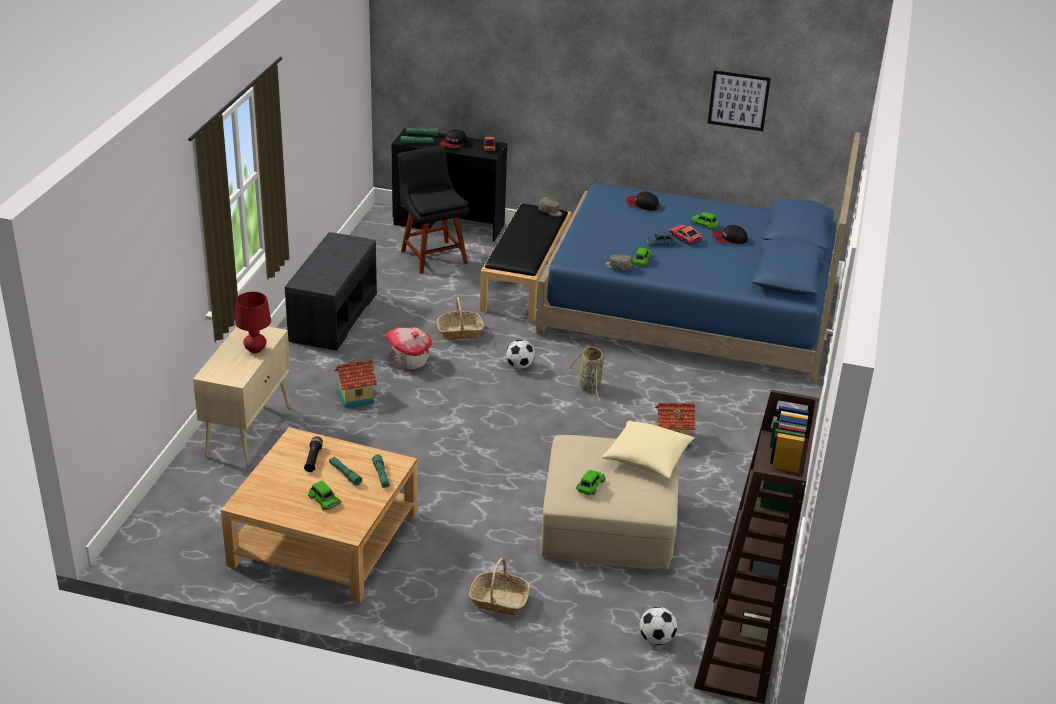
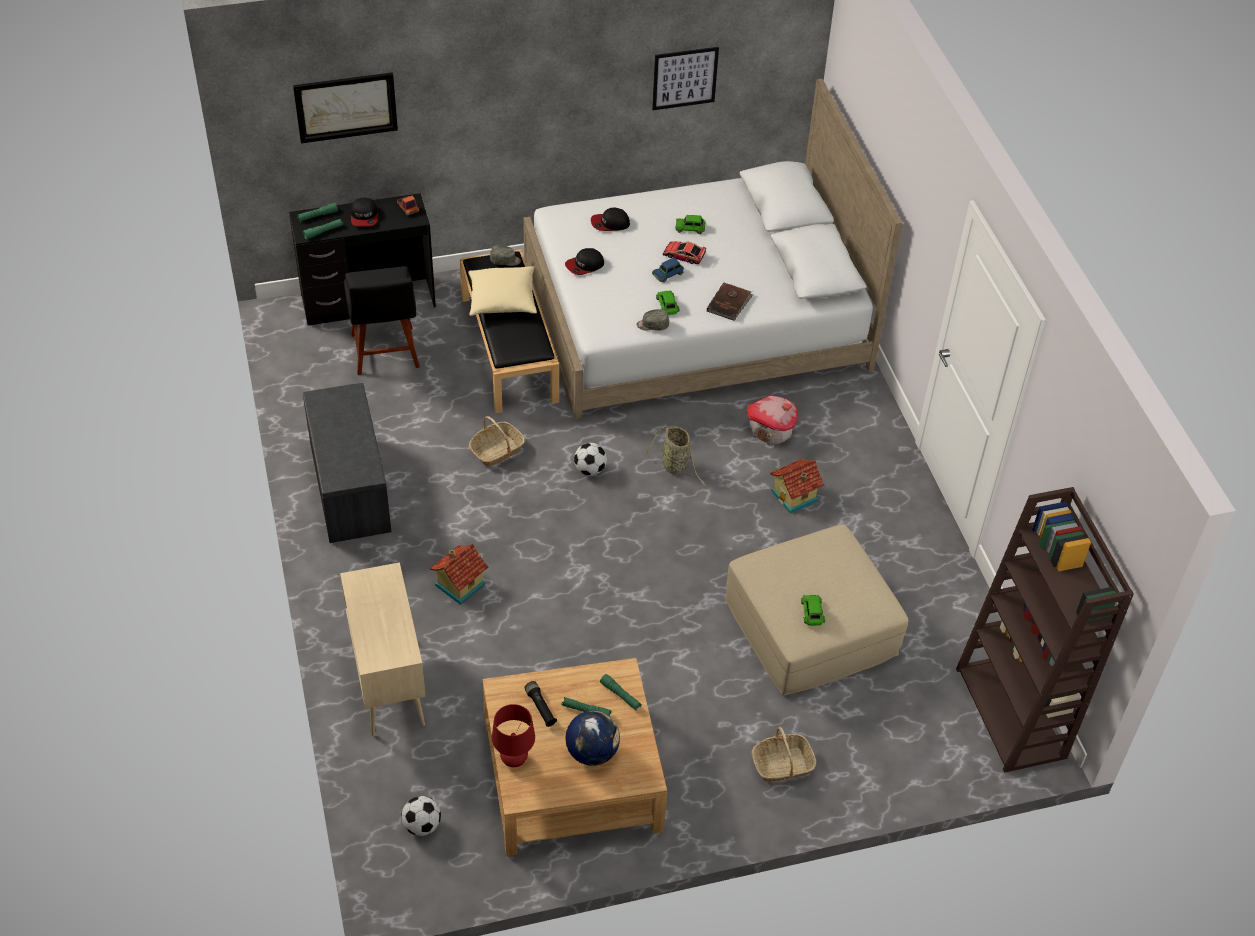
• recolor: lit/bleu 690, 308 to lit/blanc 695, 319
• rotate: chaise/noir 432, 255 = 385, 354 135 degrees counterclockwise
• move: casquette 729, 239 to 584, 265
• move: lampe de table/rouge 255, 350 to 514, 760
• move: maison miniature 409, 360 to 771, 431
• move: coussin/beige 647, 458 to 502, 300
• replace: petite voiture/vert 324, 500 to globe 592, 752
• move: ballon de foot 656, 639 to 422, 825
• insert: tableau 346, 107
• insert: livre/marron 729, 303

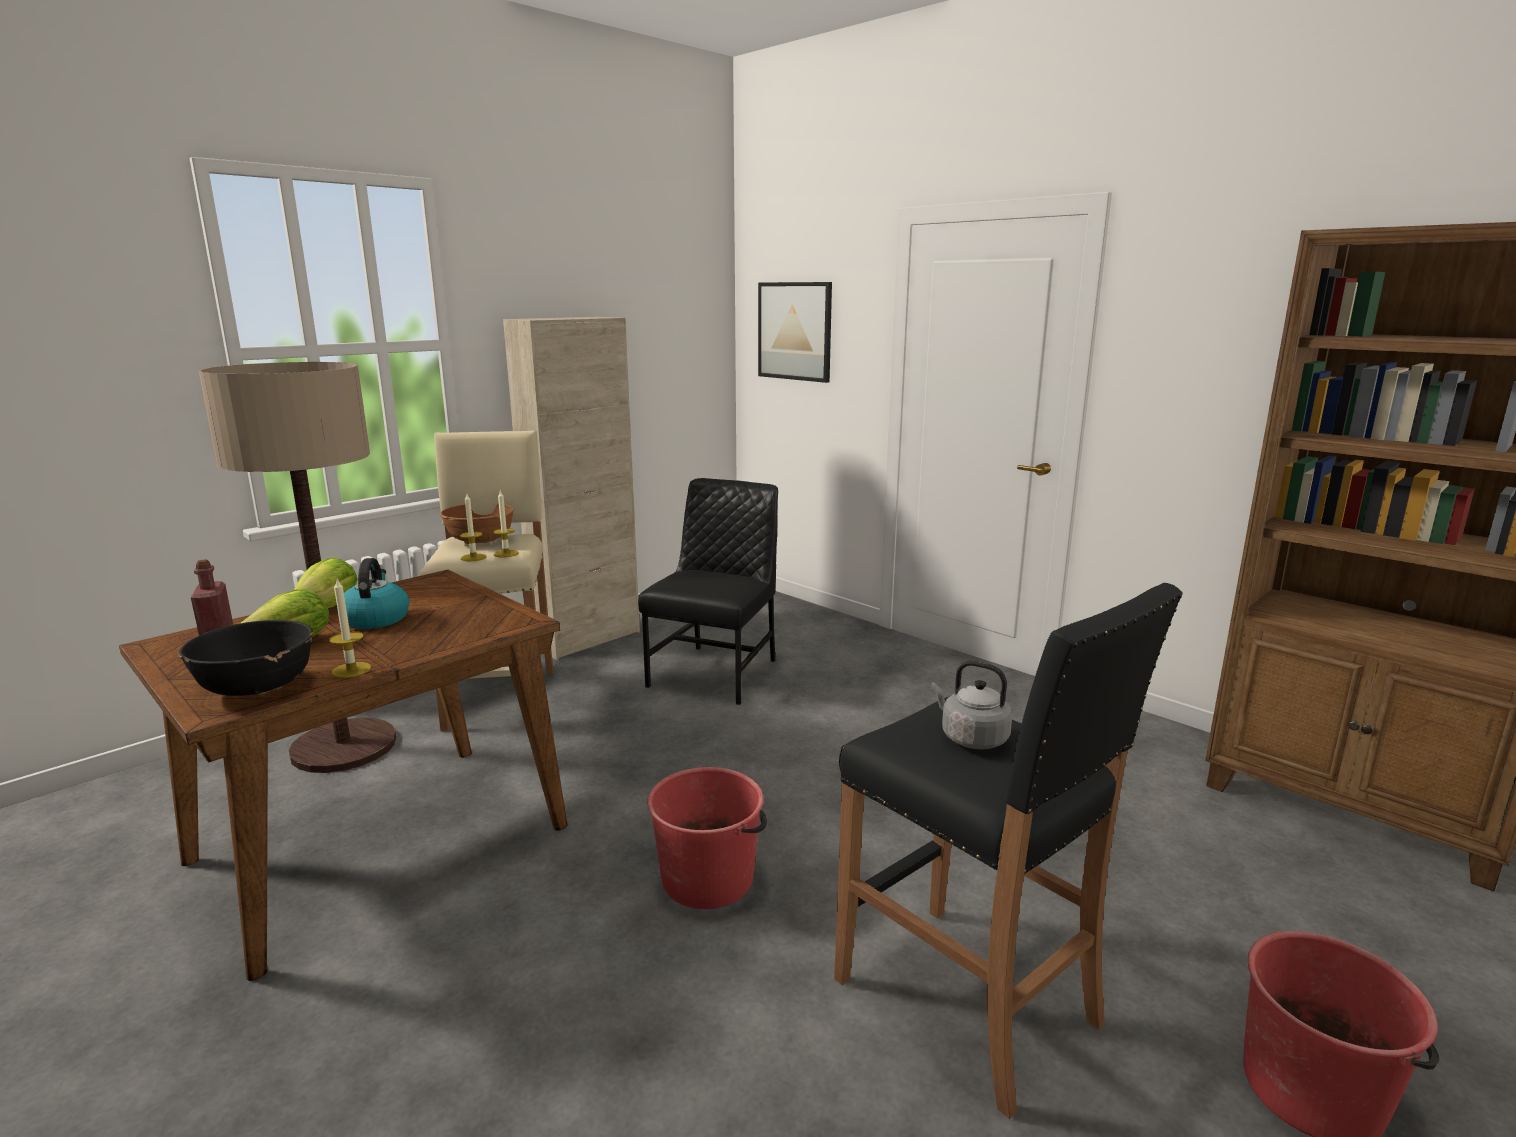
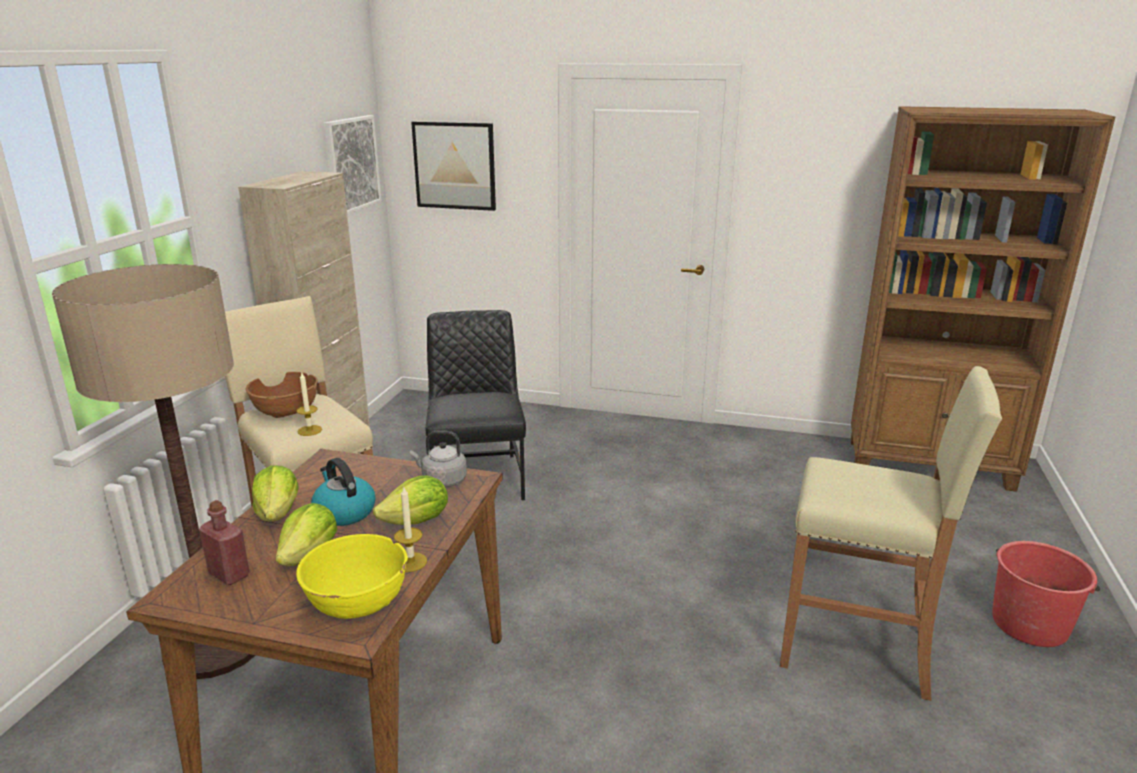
• delete: bougie 506, 553
• recolor: tabouret/noir 968, 1002 to tabouret/beige 857, 648
• recolor: bol/noir 257, 687 to bol/jaune 357, 602
• move: bouilloire/gris 970, 738 to 442, 480
• delete: seau/rouge 709, 879
• insert: tableau 351, 164
• insert: laitue 417, 521

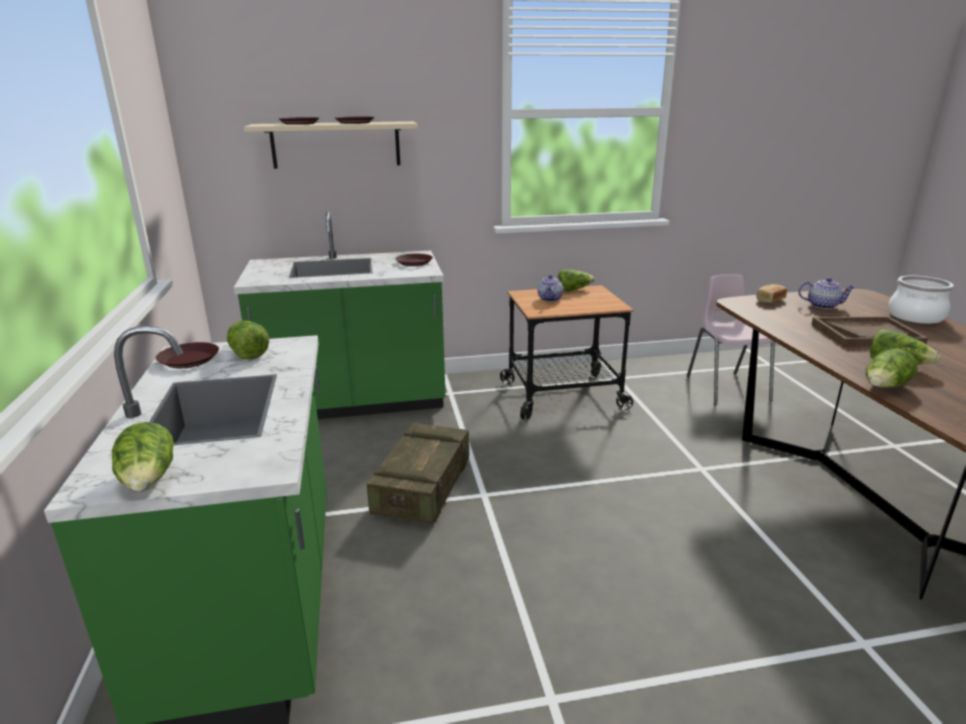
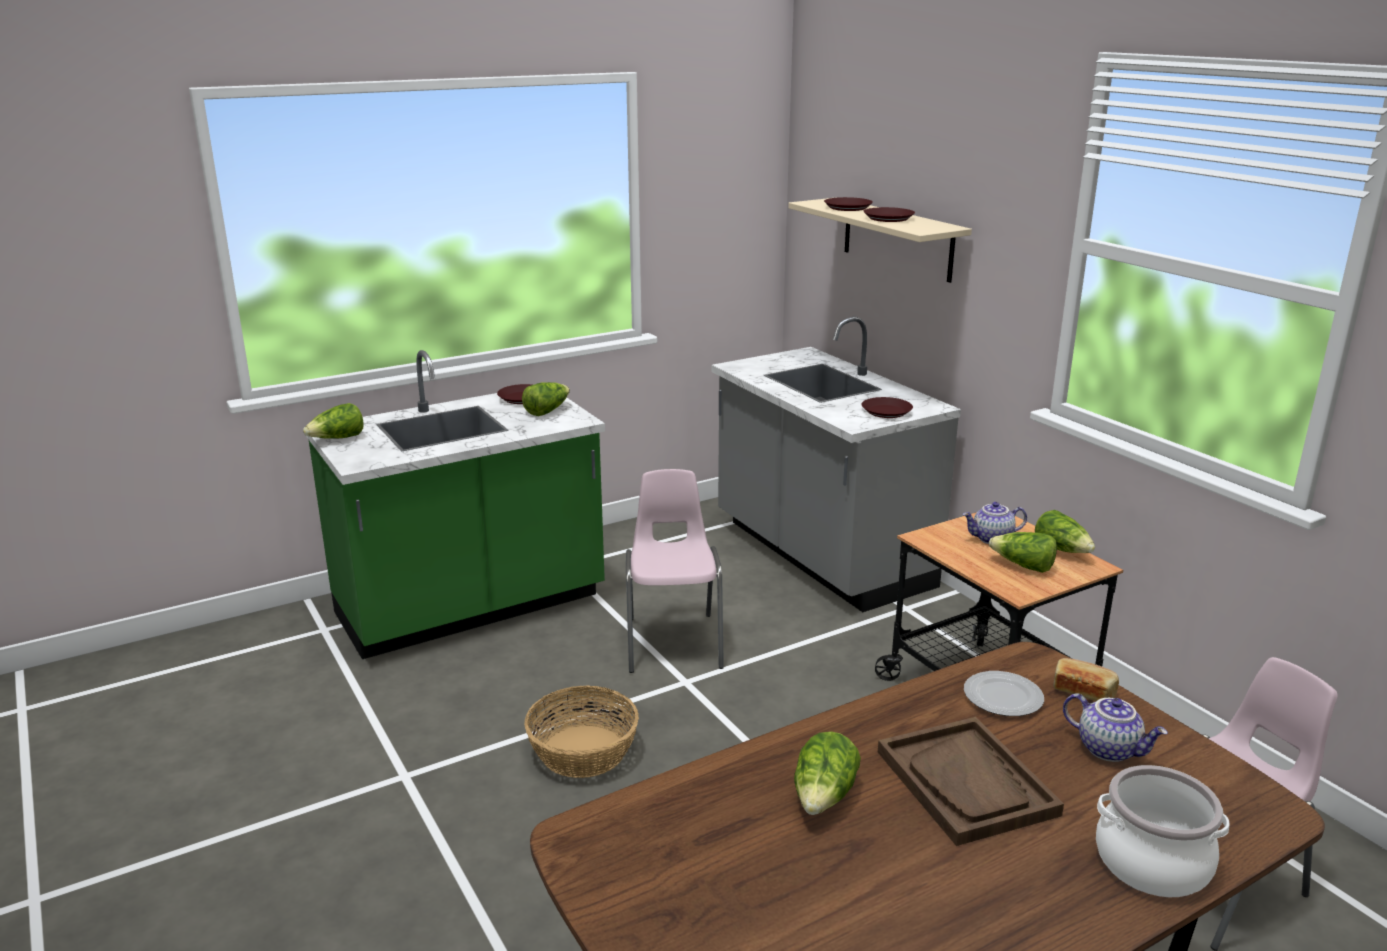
• recolor: comptoir de cuisine/vert 355, 403 to comptoir de cuisine/gris 820, 555
• rotate: théière 823, 306 = 1109, 749 45 degrees counterclockwise
• move: laitue 885, 387 to 1023, 566
• replace: caisse 423, 489 to chaise/rose 673, 642
• insert: assiette 1003, 697
• insert: panier 582, 752

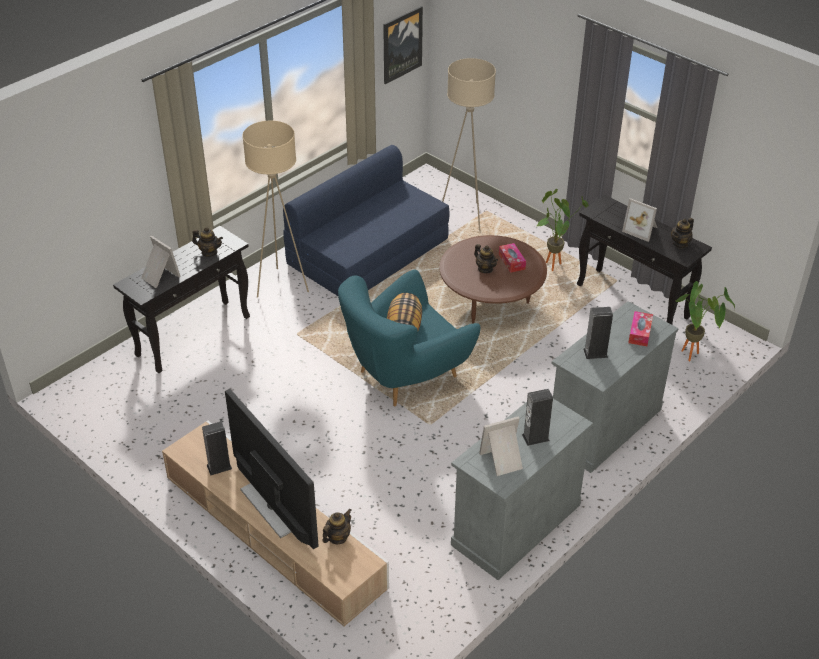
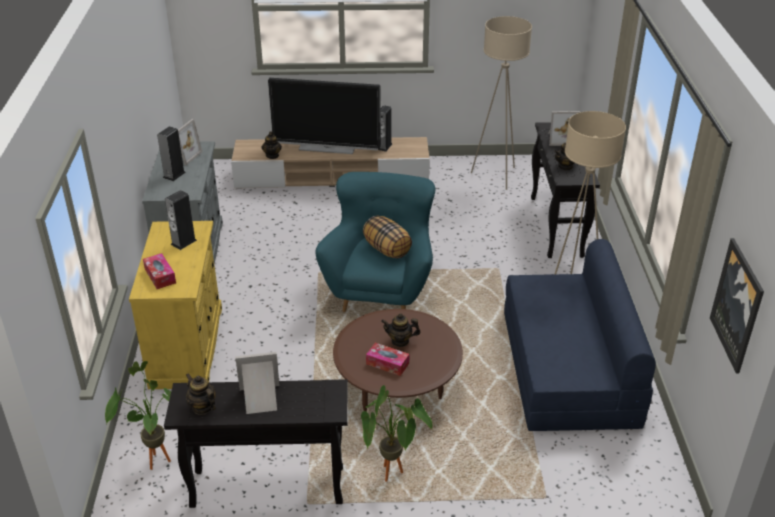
• move: lampadaire/beige 465, 217 to 496, 176
• rotate: théière 680, 244 = 202, 407 45 degrees counterclockwise
• recolor: meuble de rangement/gris 603, 426 to meuble de rangement/jaune 187, 346

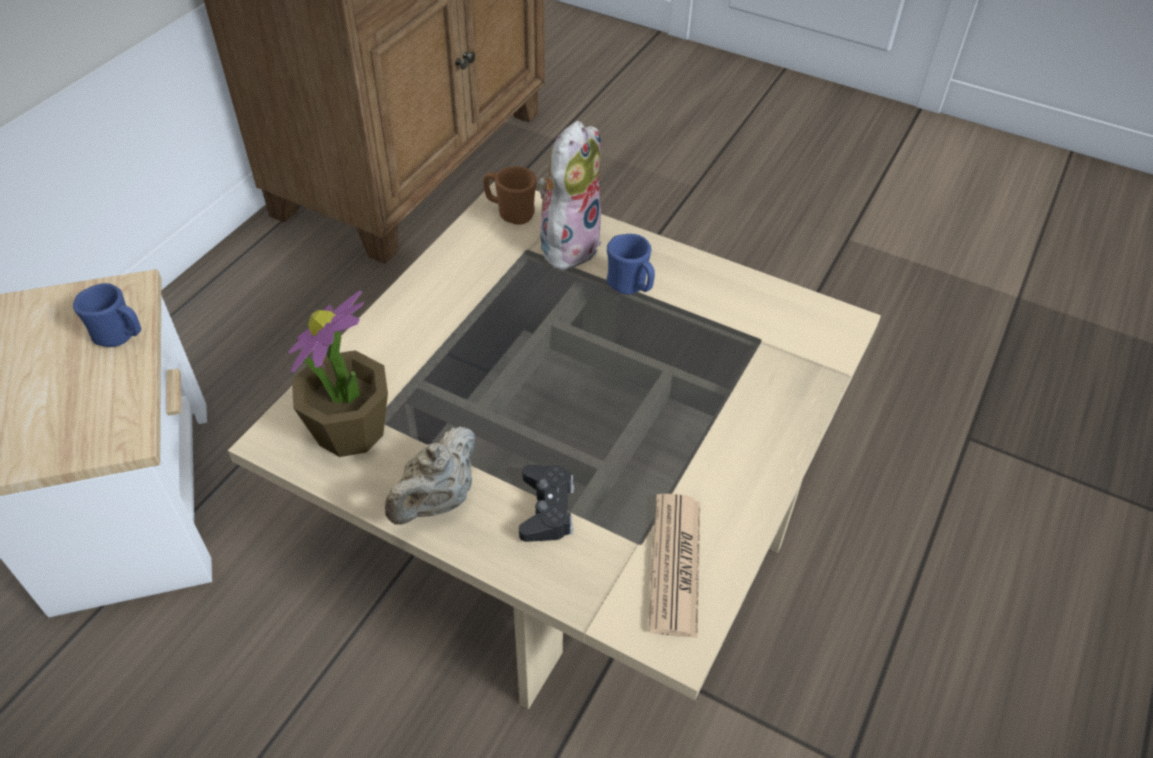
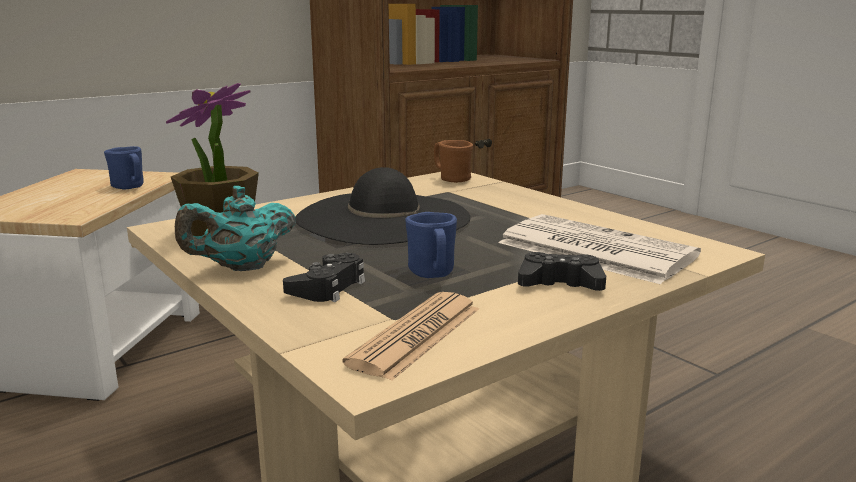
• delete: peluche 568, 244
• move: mug/bleu 630, 286 to 433, 274
• recolor: théière/beige 437, 500 to théière/turquoise 242, 268
• insert: chapeau/noir 383, 217
• insert: journal 592, 249
• insert: manette/noir 560, 283

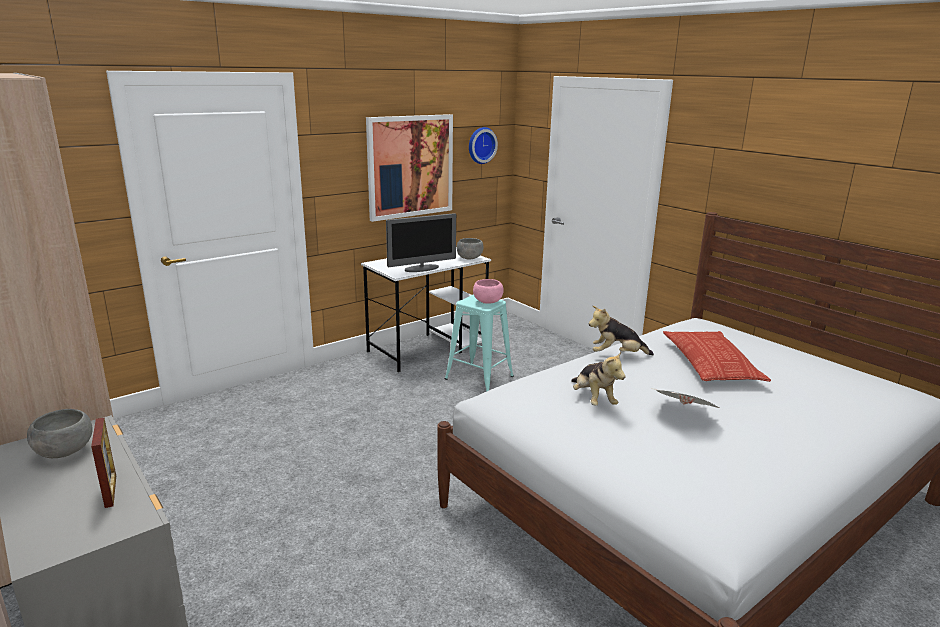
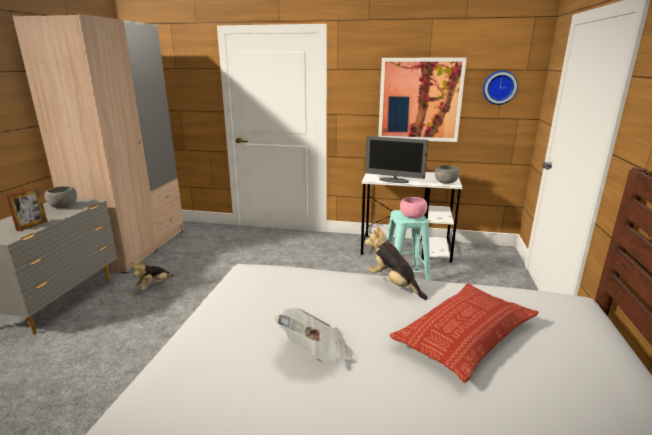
• move: peluche 593, 399 to 153, 286

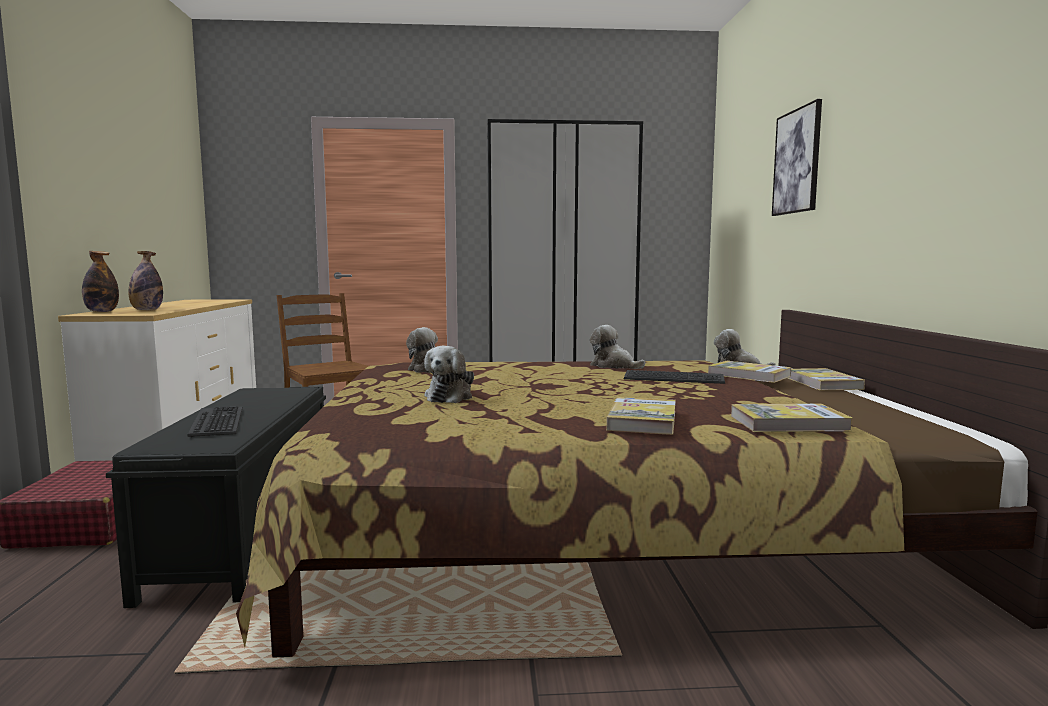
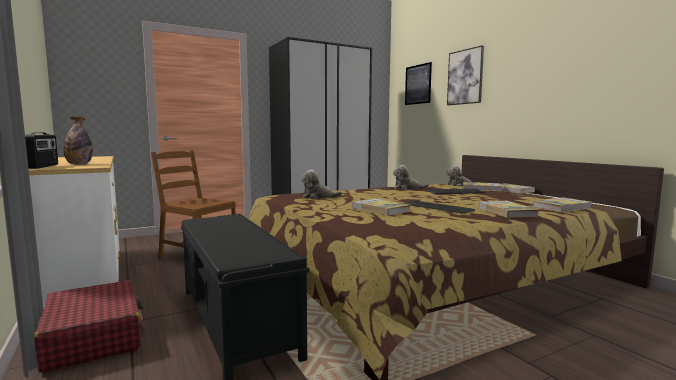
• replace: bouteille 102, 311 to radio 43, 166
• replace: peluche 450, 396 to livre 380, 209
• move: clavier 218, 422 to 437, 207
• insert: tableau 418, 84

